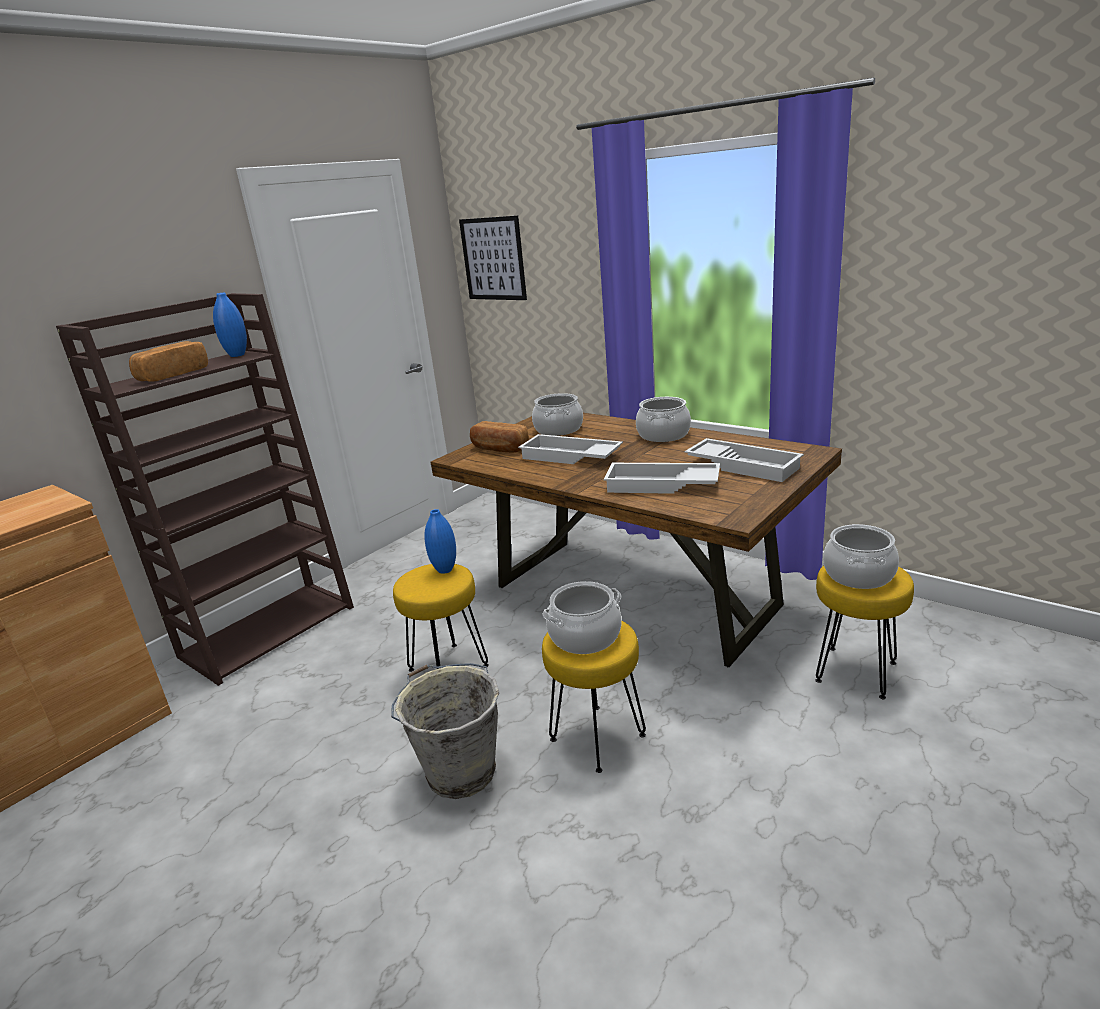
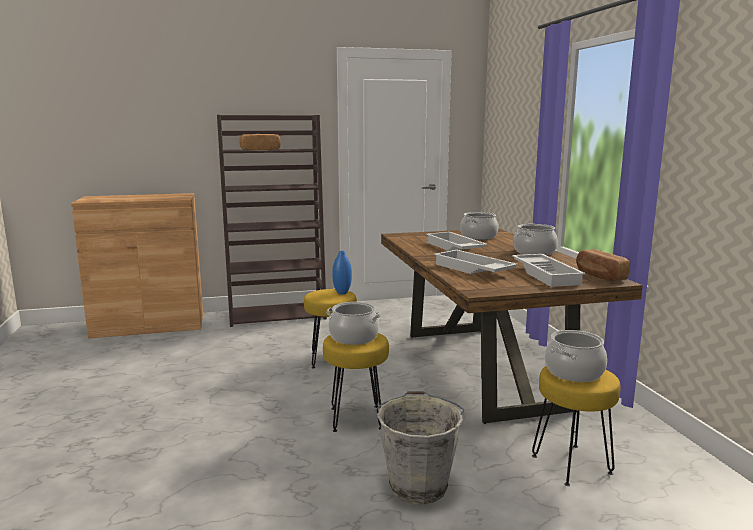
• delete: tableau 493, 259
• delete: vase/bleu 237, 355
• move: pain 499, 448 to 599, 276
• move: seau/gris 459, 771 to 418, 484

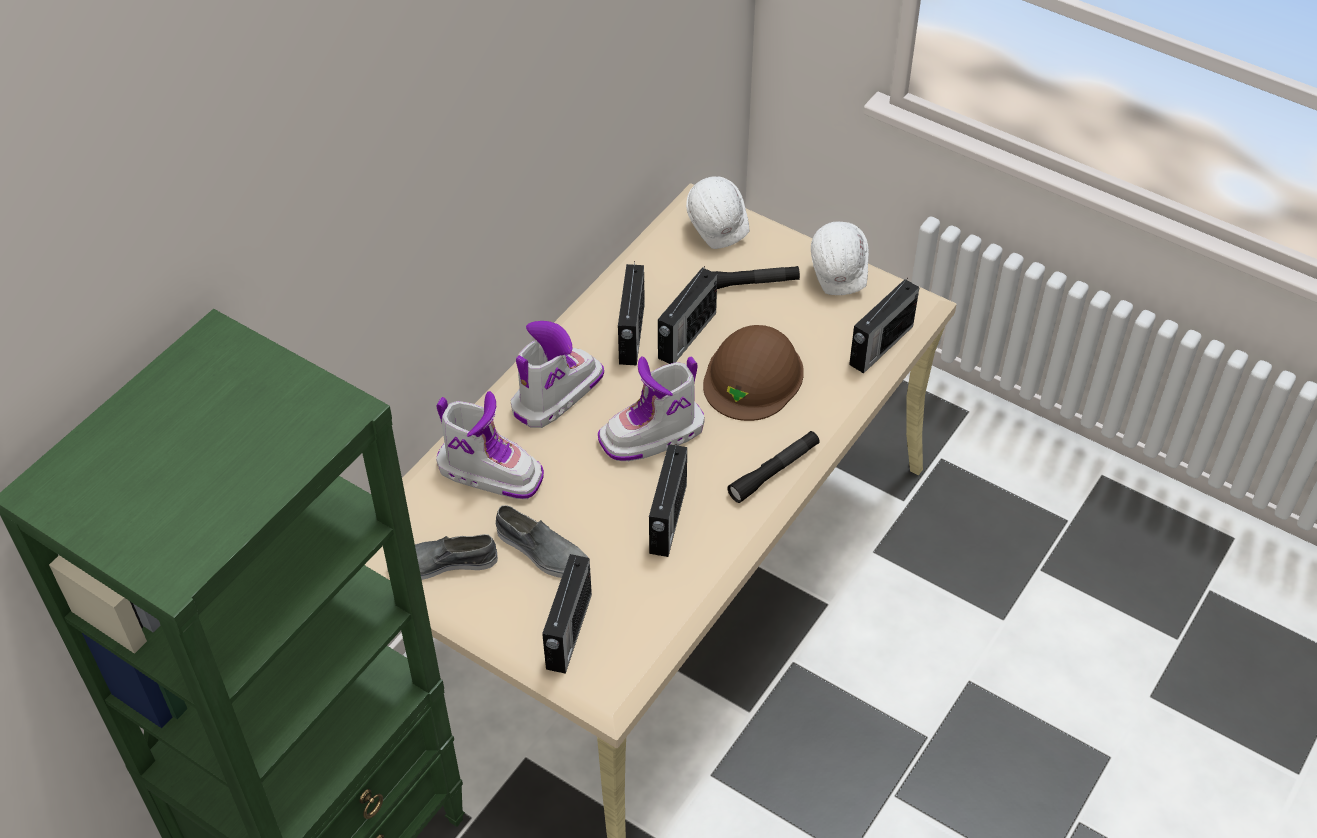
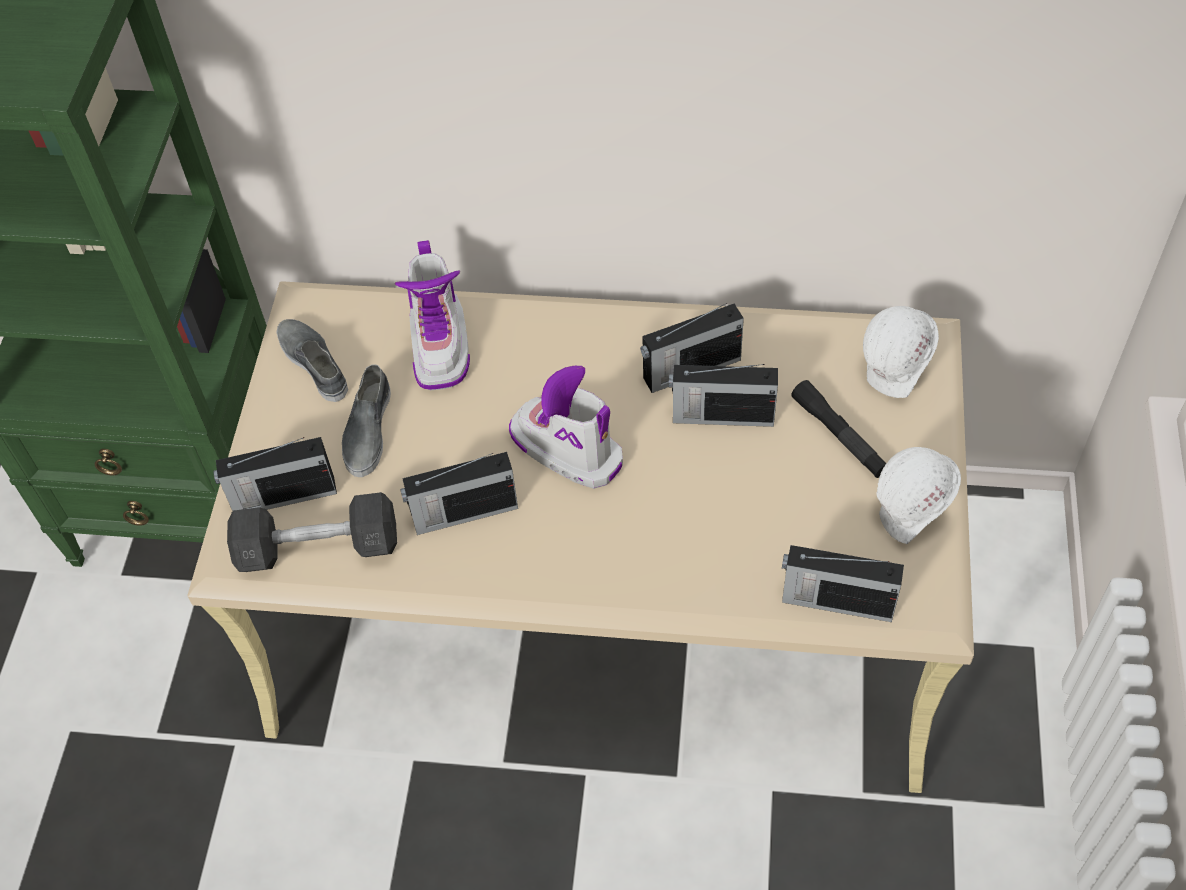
• delete: botte 556, 394
• delete: casque de chantier/marron 753, 376
• delete: lampe de poche/noir 774, 471
• insert: haltère/gris 318, 548

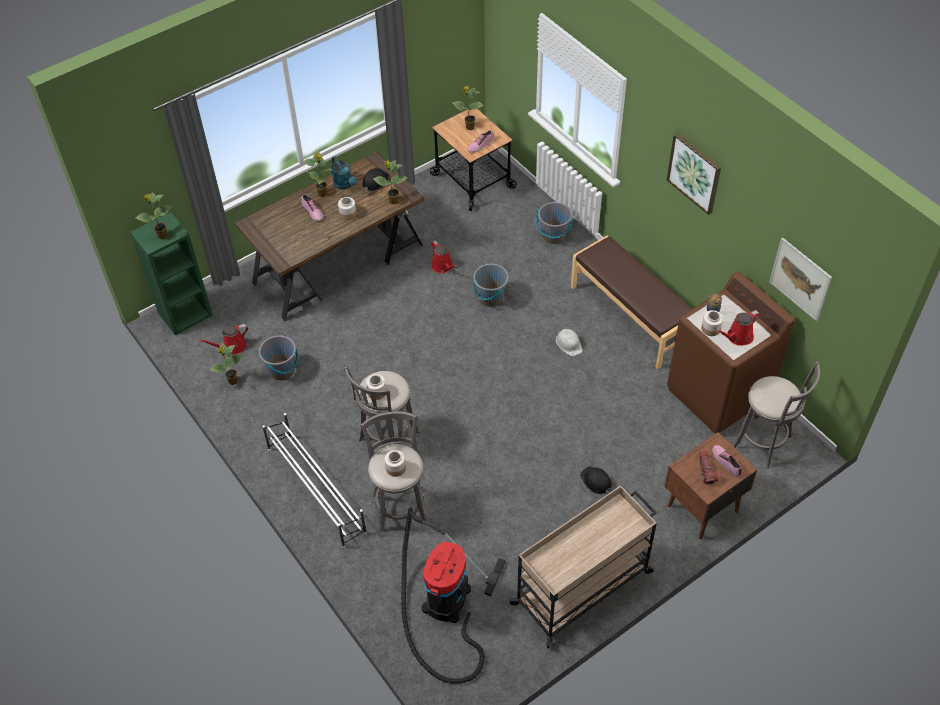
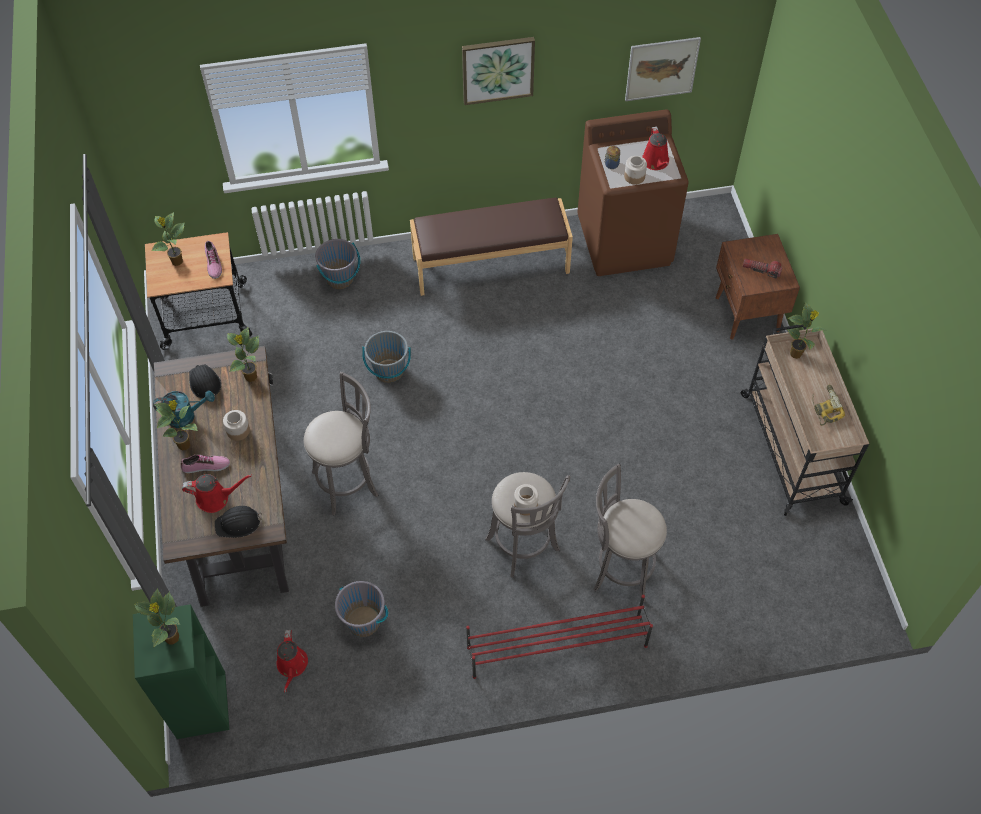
• move: arrosoir/rouge 443, 266 to 216, 498
• delete: casque de chantier/blanc 569, 343
• move: plante en pot 232, 381 to 796, 354
• move: tabouret/gris 764, 443 to 348, 482
• recolor: étagère à chaussures/blanc 316, 489 to étagère à chaussures/rouge 556, 646
• delete: chaussure 726, 462
• delete: bocal 395, 468
• move: casque de chantier/noir 596, 481 to 238, 523
• delete: aspirateur 445, 605
• insert: perceuse 825, 407

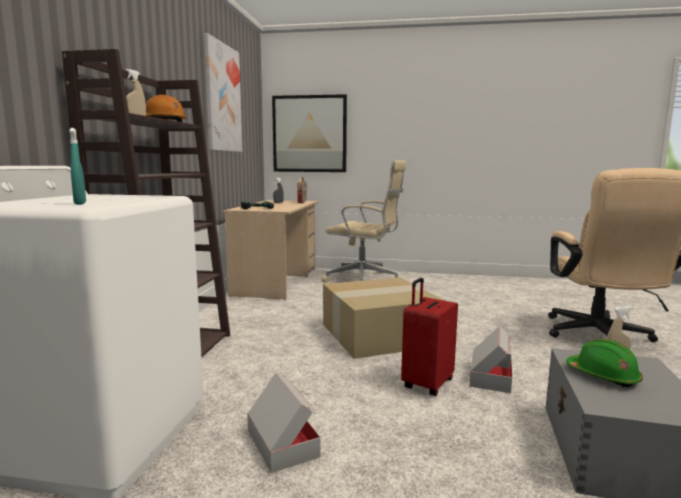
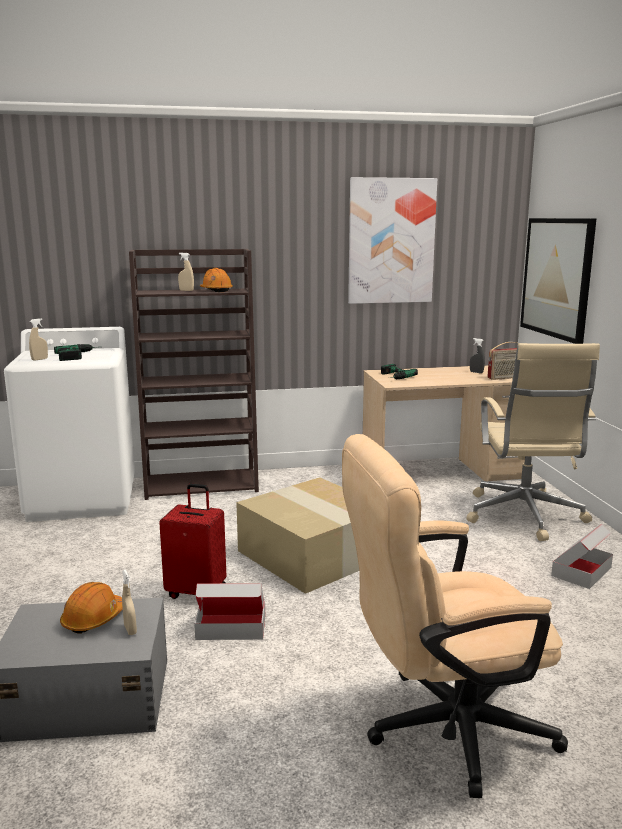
• recolor: vaporisateur/turquoise 80, 203 to vaporisateur/beige 39, 359
• recolor: casque de chantier/vert 603, 376 to casque de chantier/orange 93, 619
• move: carton 282, 443 to 581, 571
• insert: perceuse 80, 355

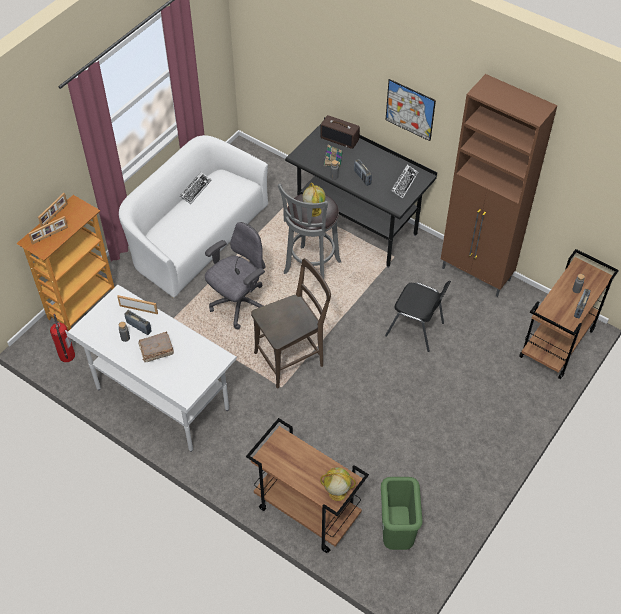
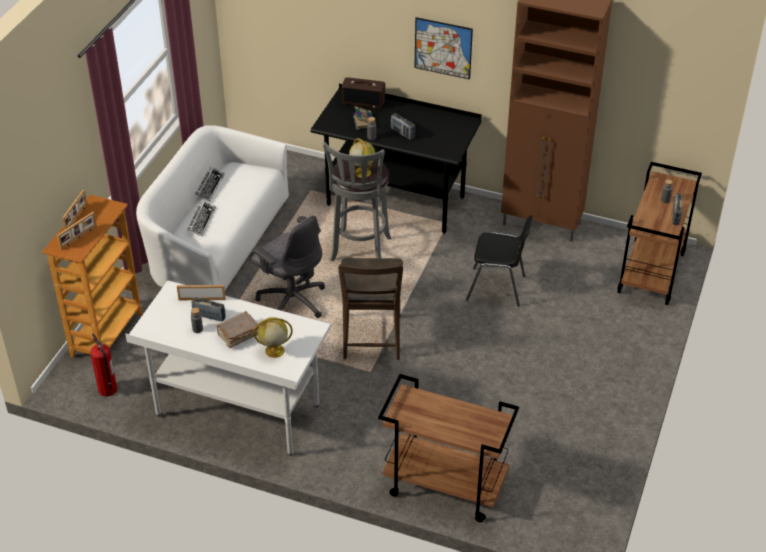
• move: clavier 404, 183 to 201, 220
• rotate: chaise de bureau/gris 239, 305 = 291, 300 105 degrees clockwise
• rotate: chaise/marron 292, 358 = 371, 341 135 degrees clockwise
• move: globe 336, 493 to 274, 351
• delete: poubelle/vert 395, 533

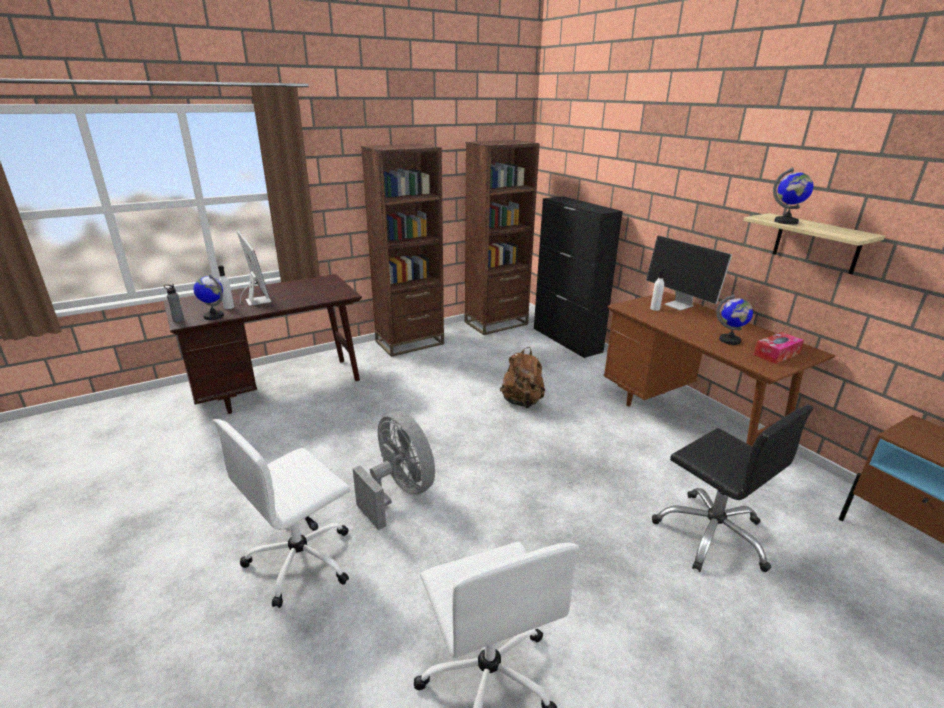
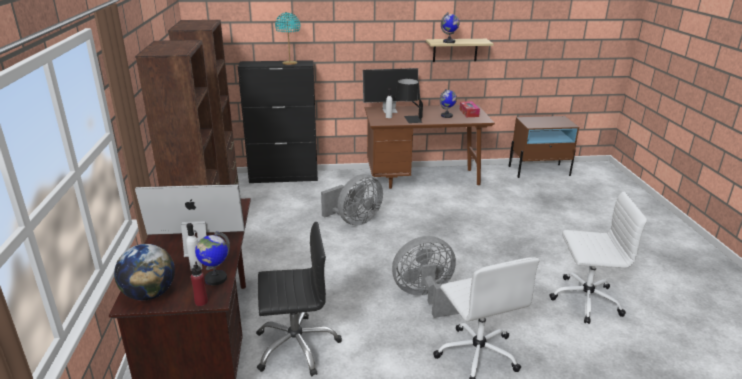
• recolor: bouteille/gris 178, 320 to bouteille/rouge 201, 302
• replace: sac à dos/marron 522, 402 to ventilateur/gris 354, 221
• move: chaise de bureau/noir 712, 534 to 296, 346
• insert: lampe de table/turquoise 290, 63
• insert: lampe de table/noir 408, 119
• insert: globe 150, 294

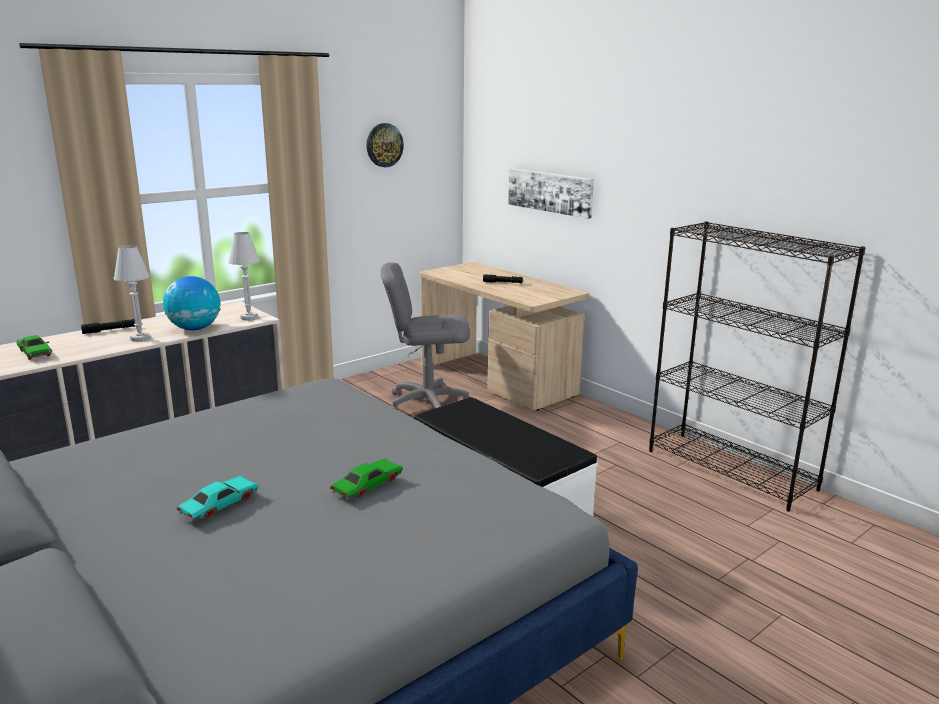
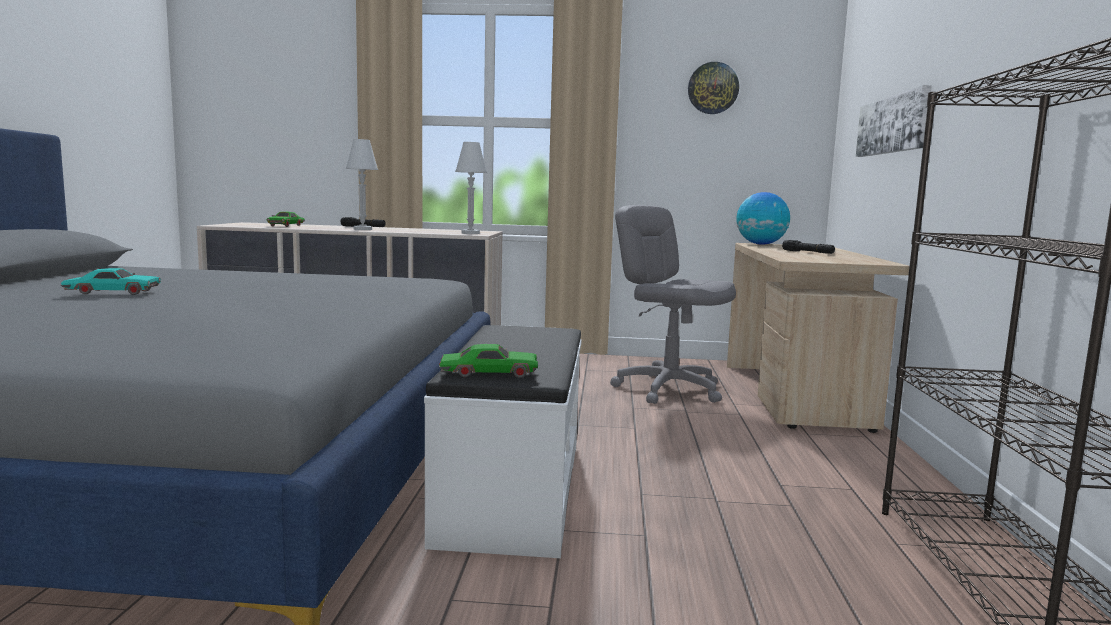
• move: globe 194, 329 to 760, 244
• move: petite voiture/vert 367, 486 to 489, 373

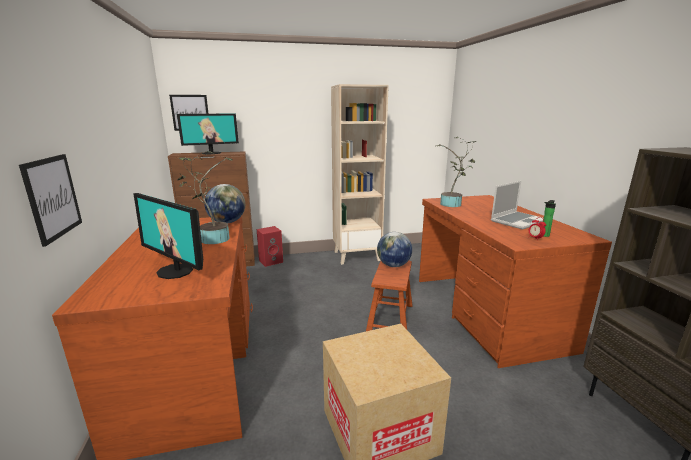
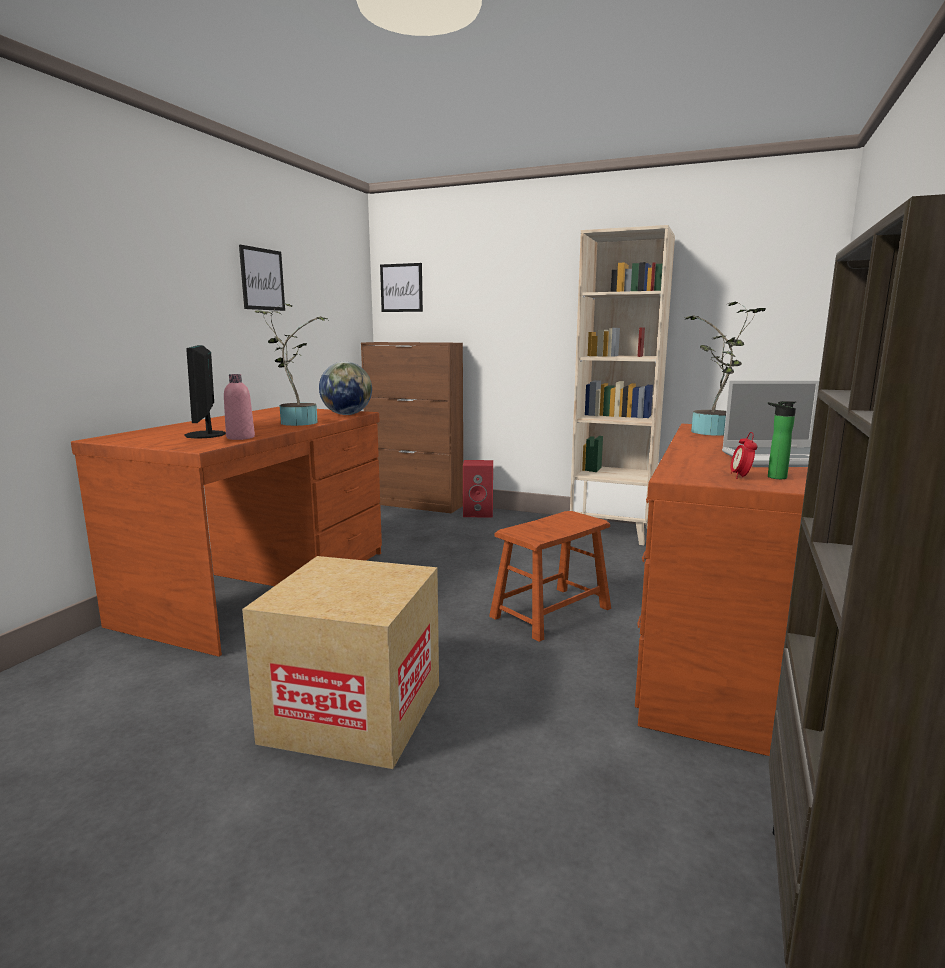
• delete: écran d'ordinateur 211, 153
• move: tableau 53, 197 to 262, 279
• delete: globe 393, 265
• insert: bouteille/rose 240, 437

